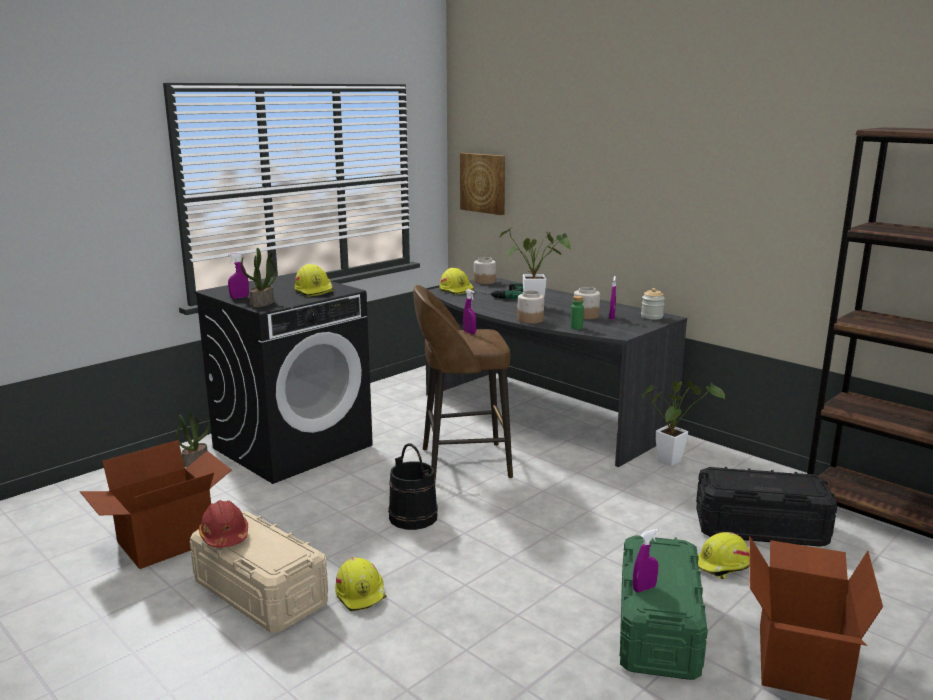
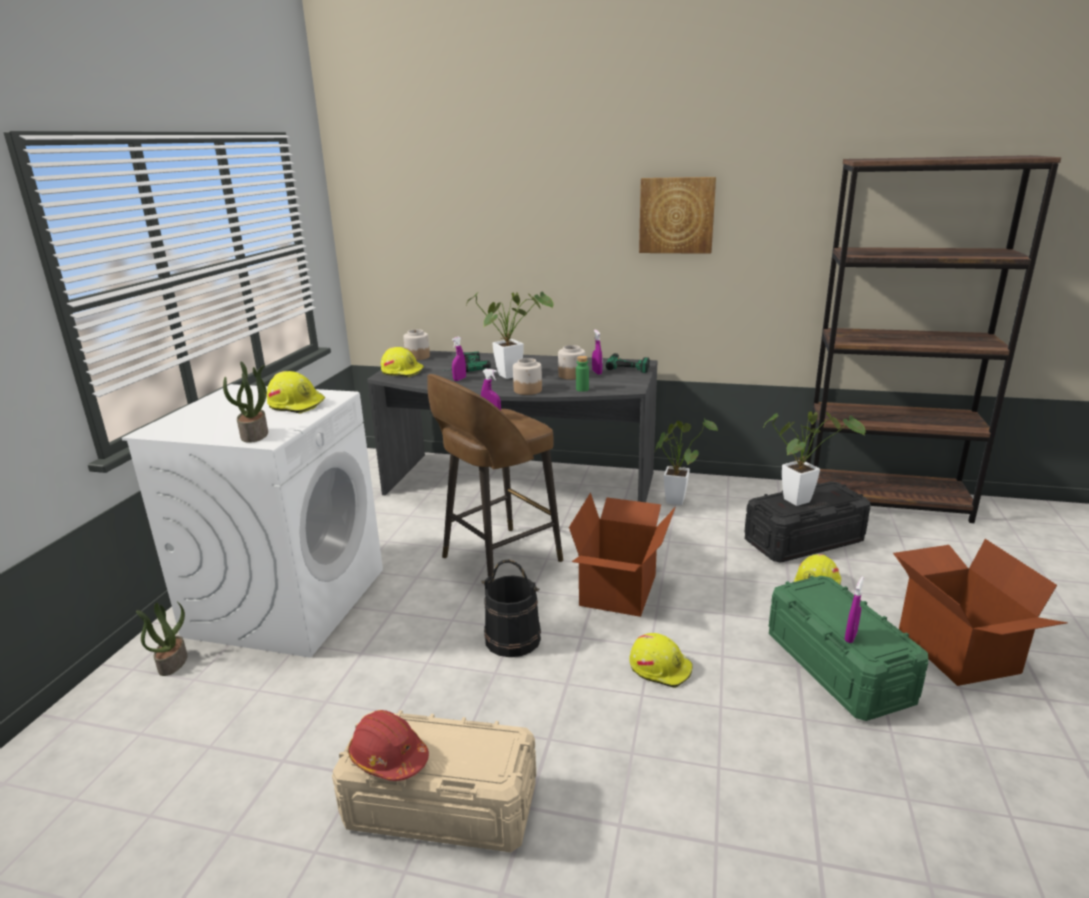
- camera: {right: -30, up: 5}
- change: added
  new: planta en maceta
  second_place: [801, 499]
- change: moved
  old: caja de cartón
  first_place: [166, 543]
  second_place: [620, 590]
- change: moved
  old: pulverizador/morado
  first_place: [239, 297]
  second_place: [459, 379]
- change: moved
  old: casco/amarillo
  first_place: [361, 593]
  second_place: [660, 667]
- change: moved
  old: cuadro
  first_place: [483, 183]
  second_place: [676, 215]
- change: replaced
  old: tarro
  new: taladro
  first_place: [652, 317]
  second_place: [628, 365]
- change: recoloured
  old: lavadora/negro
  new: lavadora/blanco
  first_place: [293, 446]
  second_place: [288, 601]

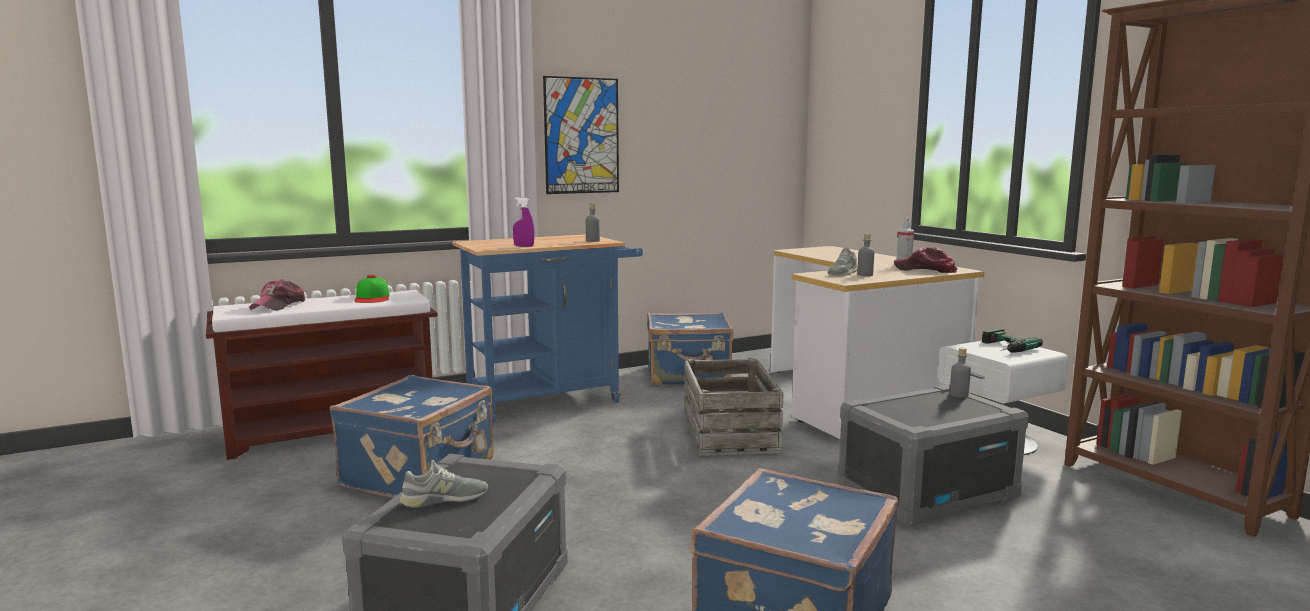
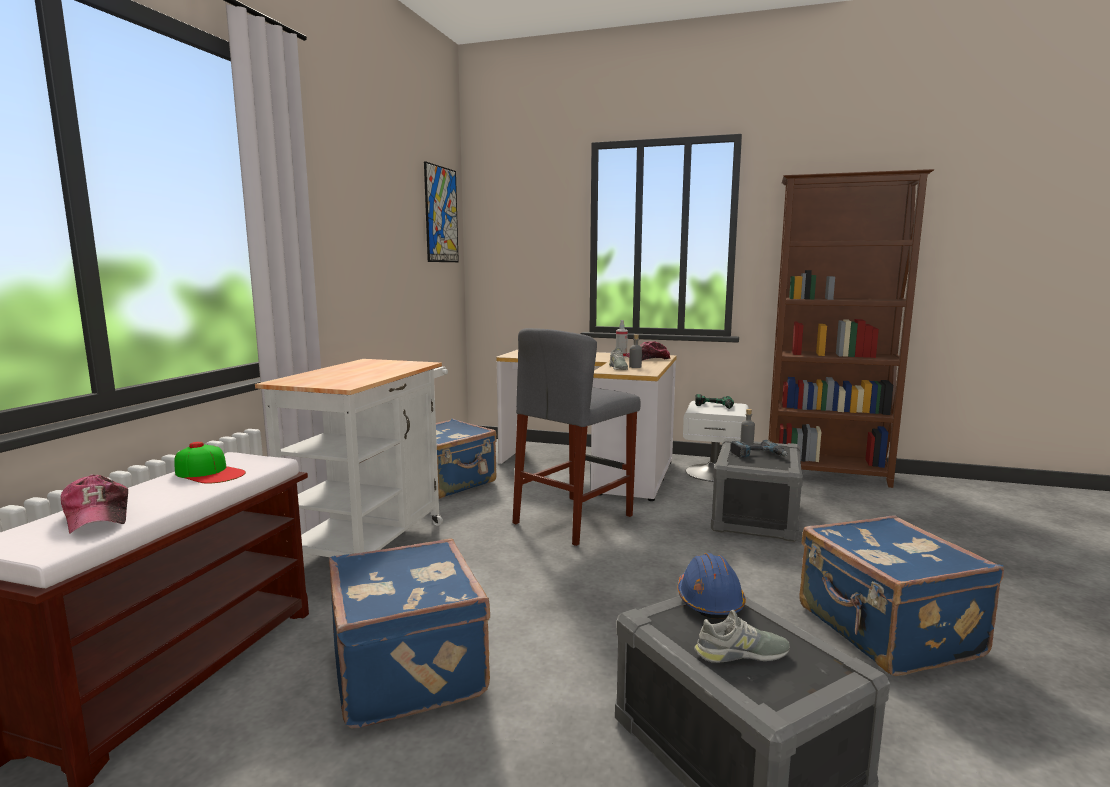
- camera: {right: -45, up: 0}
- change: removed
  old: pulverizador/morado
  first_place: [524, 246]
- change: removed
  old: botella/gris
  first_place: [593, 241]
- change: added
  new: casco/azul
  second_place: [709, 601]
- change: added
  new: taladro
  second_place: [758, 455]
- change: moved
  old: cuadro
  first_place: [581, 136]
  second_place: [441, 215]
- change: replaced
  old: caja de embalaje
  new: taburete/gris
  first_place: [728, 432]
  second_place: [574, 519]
- change: recoloured
  old: carrito/azul
  new: carrito/blanco
  first_place: [552, 399]
  second_place: [374, 541]
- change: turned
  old: zapato/gris
  first_place: [444, 499]
  second_place: [741, 653]
  degrees: 60

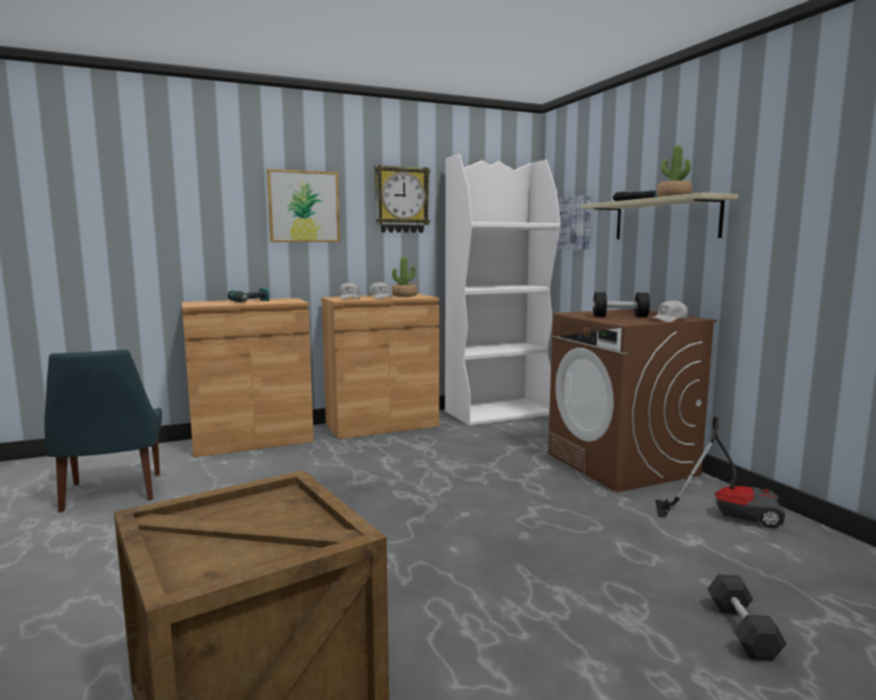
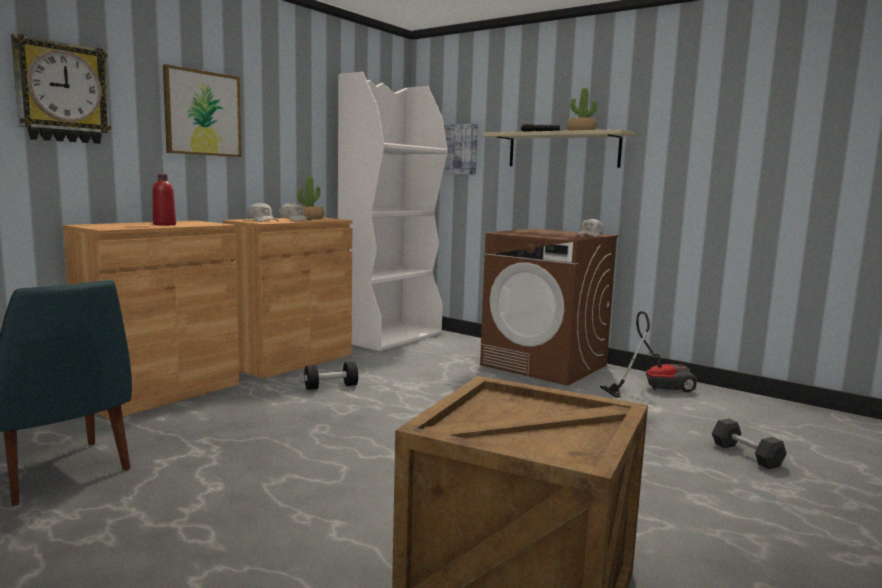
- camera: {right: -30, up: 0}
- change: moved
  old: reloj de pared
  first_place: [401, 200]
  second_place: [61, 93]
- change: moved
  old: mancuerna/negro
  first_place: [620, 317]
  second_place: [331, 387]
- change: replaced
  old: taladro
  new: botella/rojo
  first_place: [251, 302]
  second_place: [164, 224]

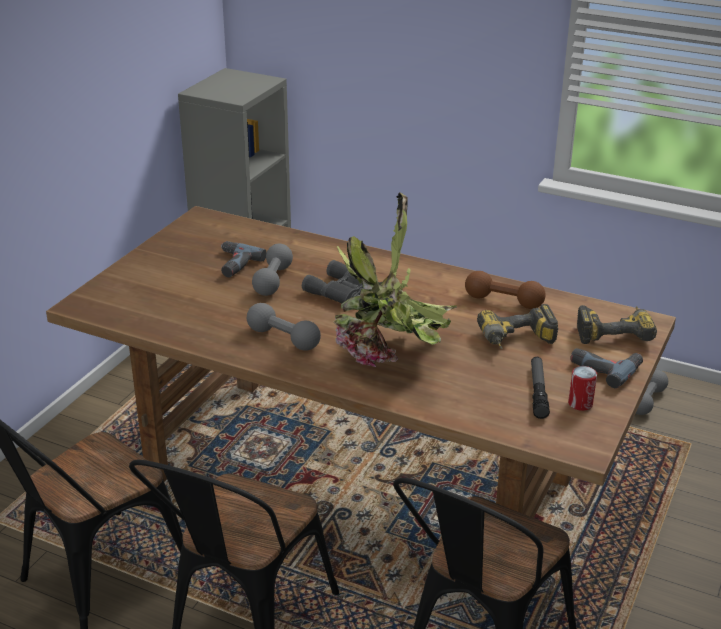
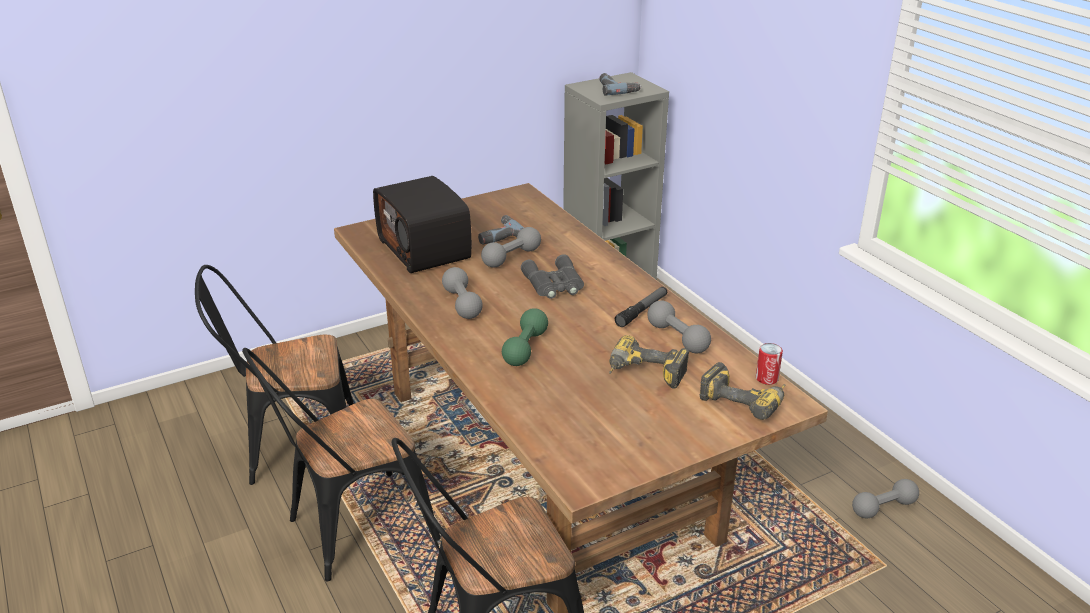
- camera: {right: 35, up: 0}
- change: added
  new: radio
  second_place: [426, 249]
- change: moved
  old: linterna
  first_place: [538, 392]
  second_place: [642, 311]
- change: moved
  old: lata
  first_place: [580, 404]
  second_place: [766, 378]
- change: moved
  old: taladro
  first_place: [605, 367]
  second_place: [617, 88]
- change: replaced
  old: planta en maceta
  new: mancuerna/verde
  first_place: [393, 357]
  second_place: [525, 348]
- change: recoloured
  old: mancuerna/marrón
  new: mancuerna/gris
  first_place: [503, 301]
  second_place: [677, 338]

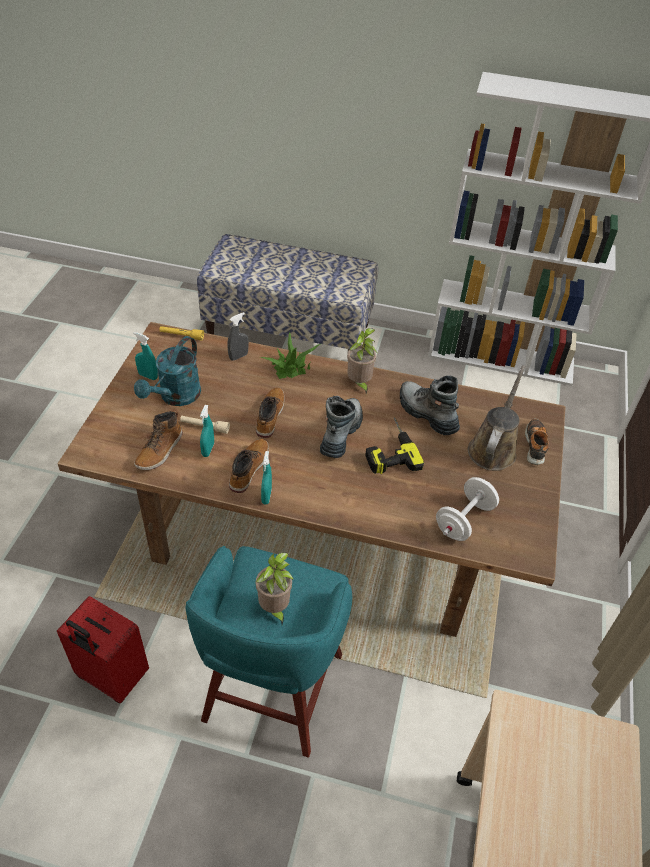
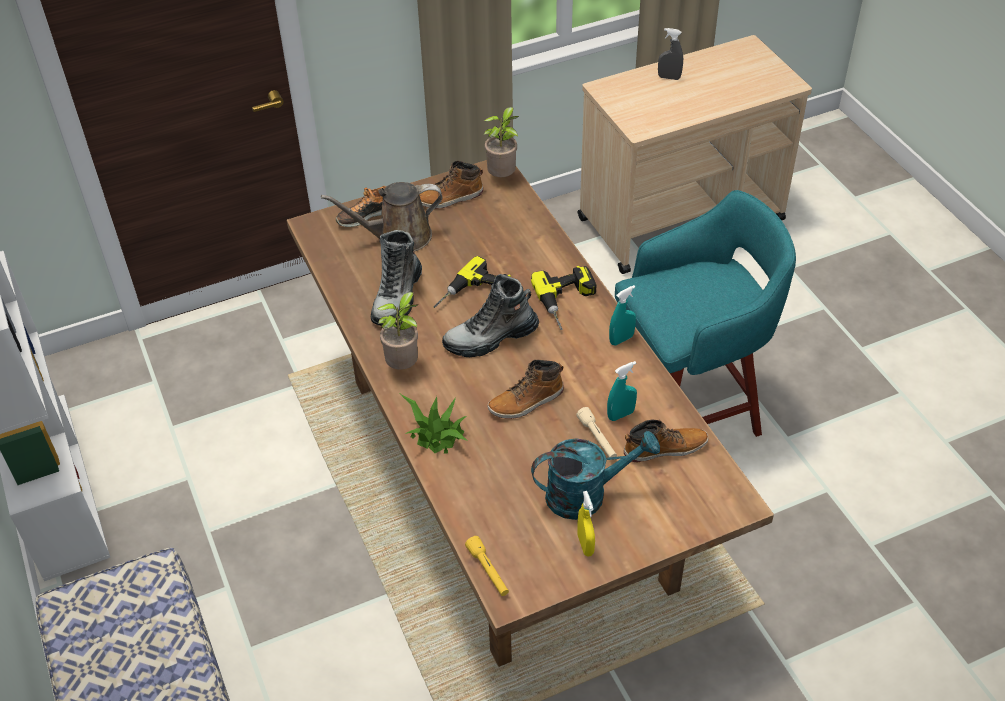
- camera: {right: -125, up: 0}
- change: removed
  old: maleta/rojo
  first_place: [111, 677]
- change: removed
  old: mancuerna/blanco
  first_place: [464, 520]
- change: added
  new: taladro
  second_place: [569, 302]
- change: moved
  old: pulverizador/gris
  first_place: [238, 356]
  second_place: [669, 77]
- change: moved
  old: bota
  first_place: [248, 469]
  second_place: [449, 198]
- change: moved
  old: planta en maceta
  first_place: [274, 608]
  second_place: [503, 177]
- change: recoloured
  old: pulverizador/turquesa
  new: pulverizador/amarillo
  first_place: [148, 376]
  second_place: [585, 545]

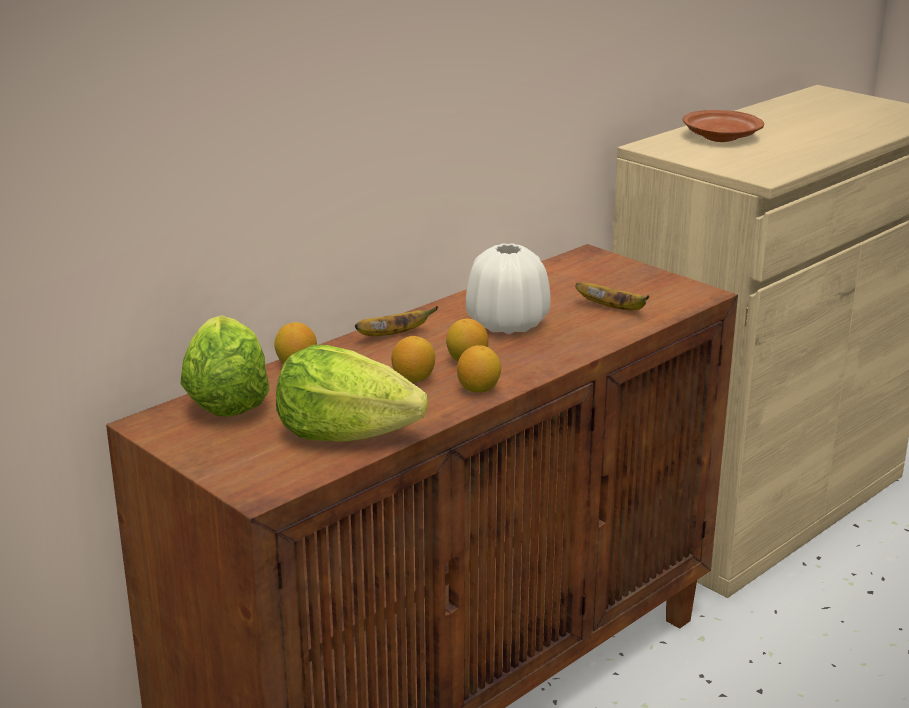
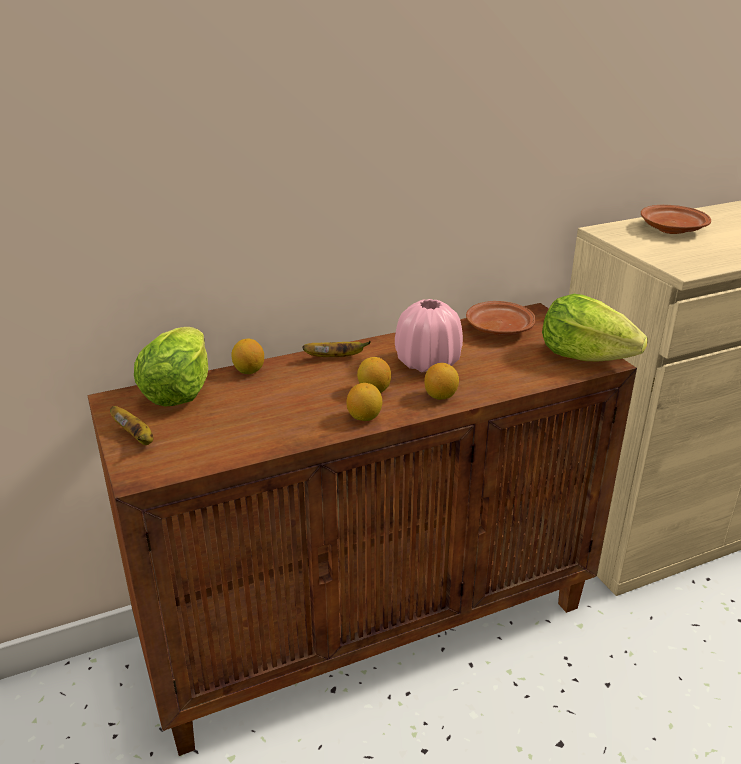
- camera: {right: 20, up: 5}
- change: added
  new: plato/marrón
  second_place: [498, 329]
- change: moved
  old: lechuga
  first_place: [345, 434]
  second_place: [584, 356]
- change: moved
  old: limón
  first_place: [413, 379]
  second_place: [440, 396]
- change: moved
  old: plátano
  first_place: [613, 309]
  second_place: [136, 437]
- change: recoloured
  old: florero/blanco
  new: florero/rosa
  first_place: [506, 324]
  second_place: [427, 363]

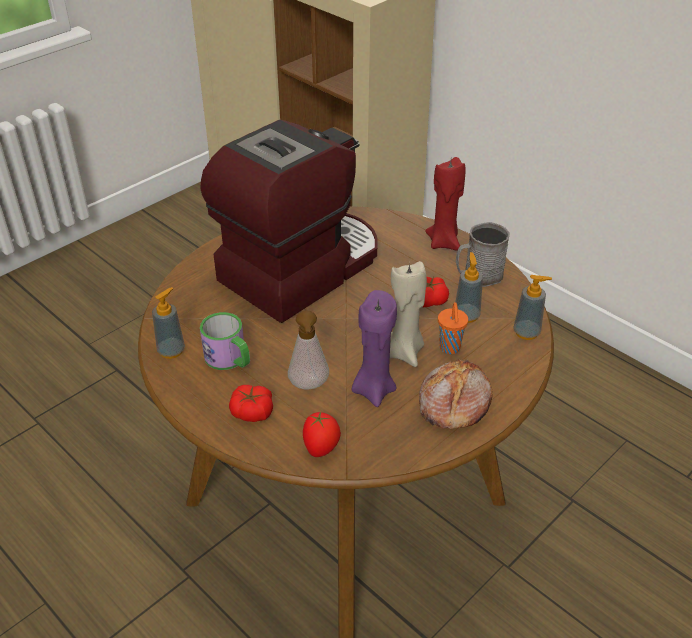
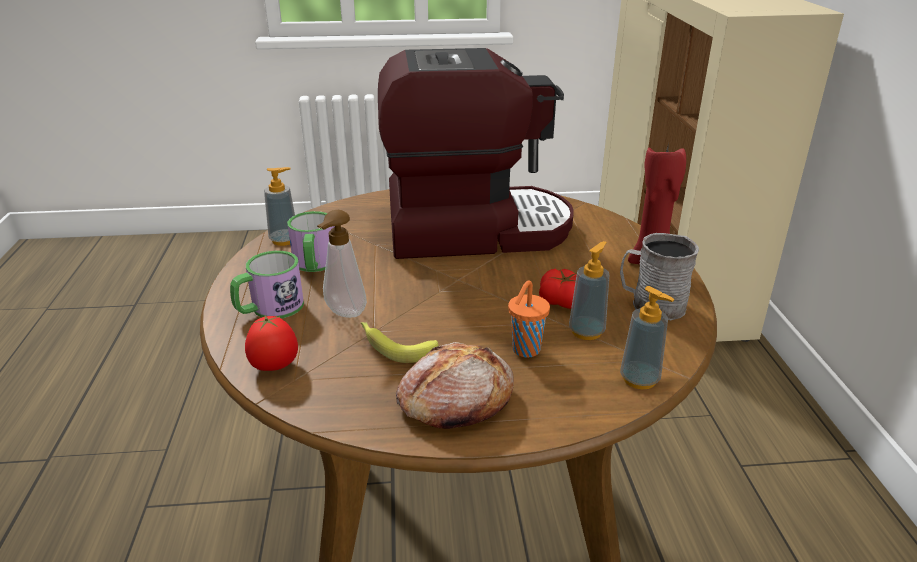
- camera: {right: 40, up: -10}
- change: removed
  old: vela/beis
  first_place: [405, 352]
- change: replaced
  old: tomate
  new: taza grande
  first_place: [252, 412]
  second_place: [269, 309]
- change: replaced
  old: vela/morado
  new: plátano
  first_place: [373, 390]
  second_place: [394, 346]

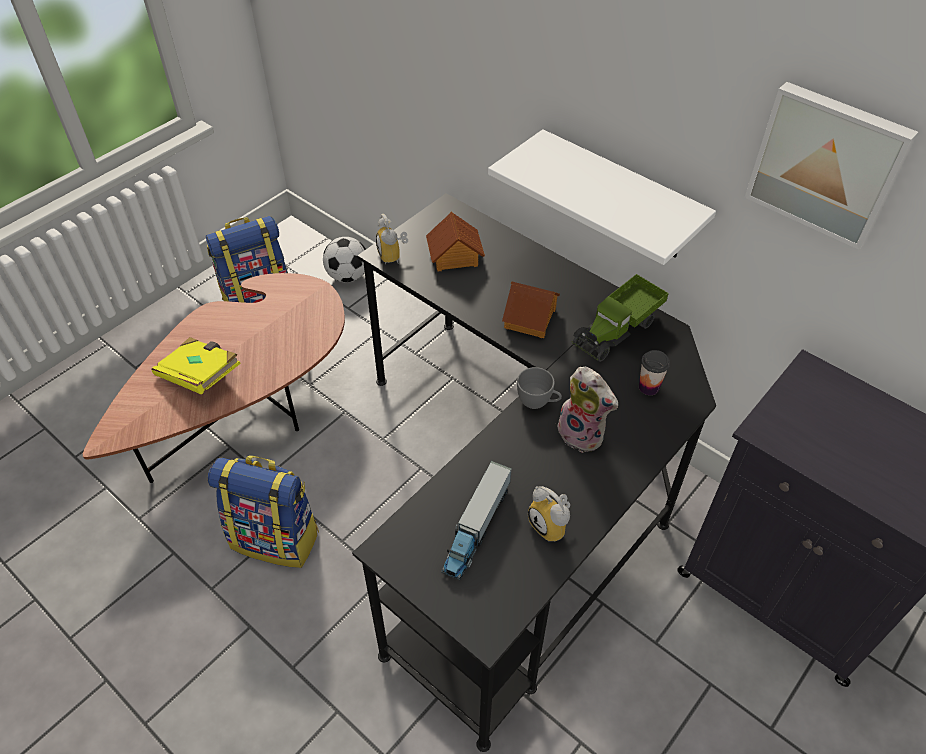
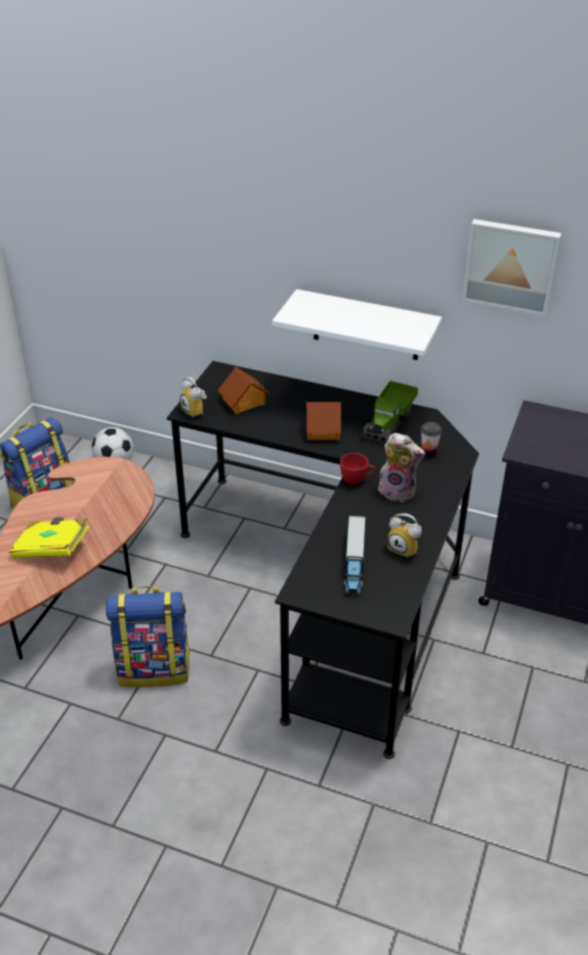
- camera: {right: -20, up: -10}
- change: recoloured
  old: taza/gris
  new: taza/rojo
  first_place: [538, 402]
  second_place: [357, 480]

